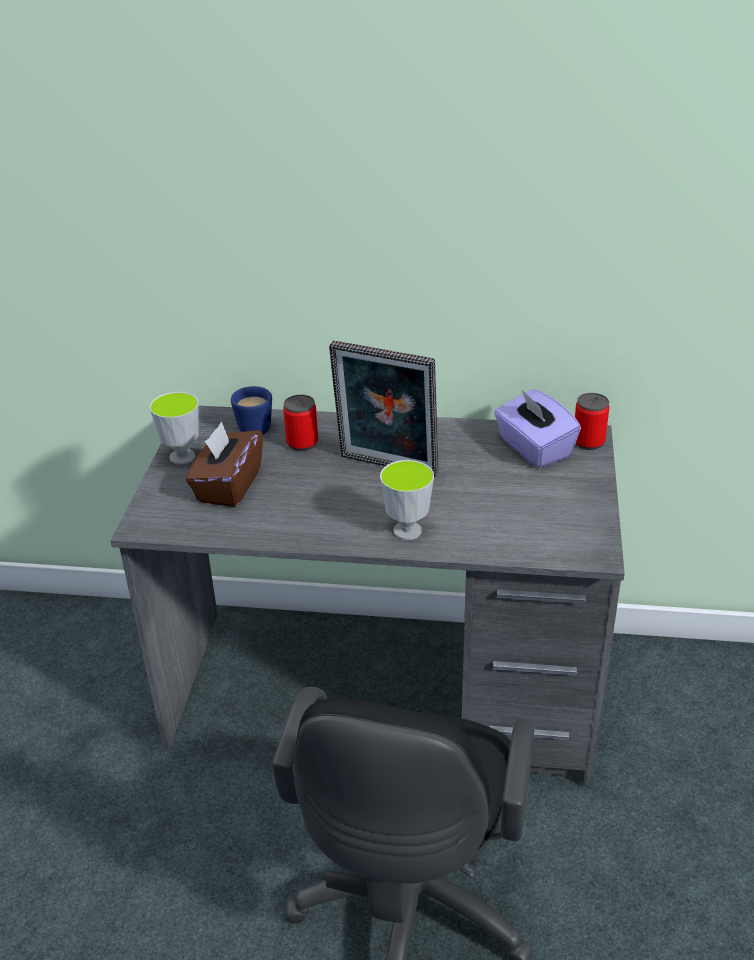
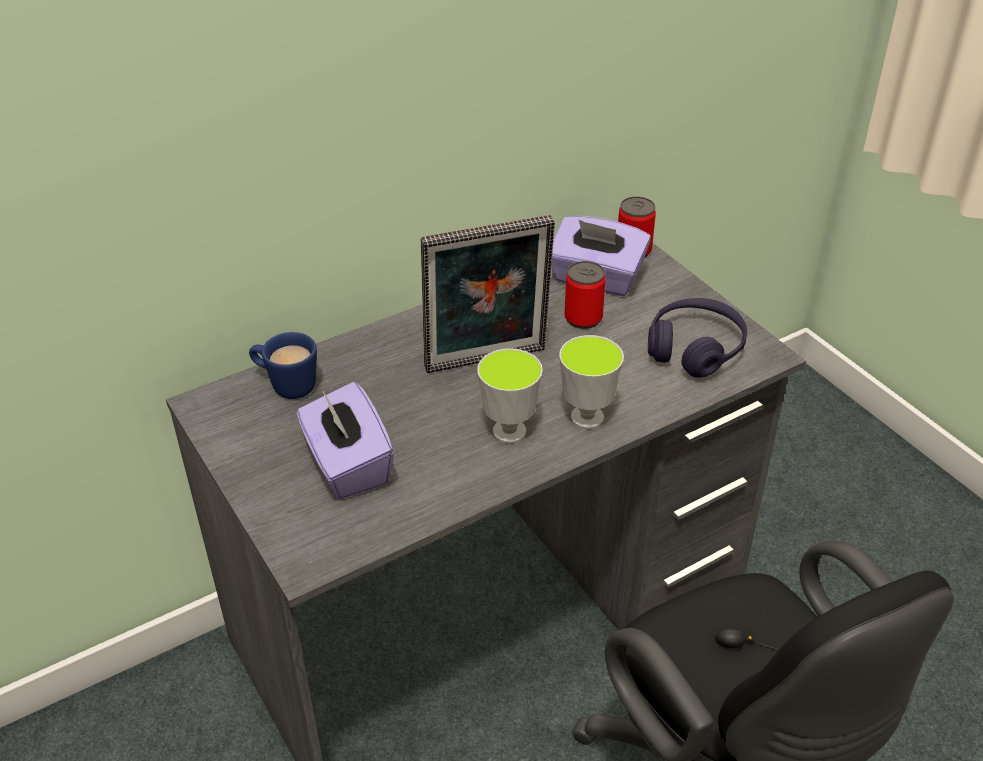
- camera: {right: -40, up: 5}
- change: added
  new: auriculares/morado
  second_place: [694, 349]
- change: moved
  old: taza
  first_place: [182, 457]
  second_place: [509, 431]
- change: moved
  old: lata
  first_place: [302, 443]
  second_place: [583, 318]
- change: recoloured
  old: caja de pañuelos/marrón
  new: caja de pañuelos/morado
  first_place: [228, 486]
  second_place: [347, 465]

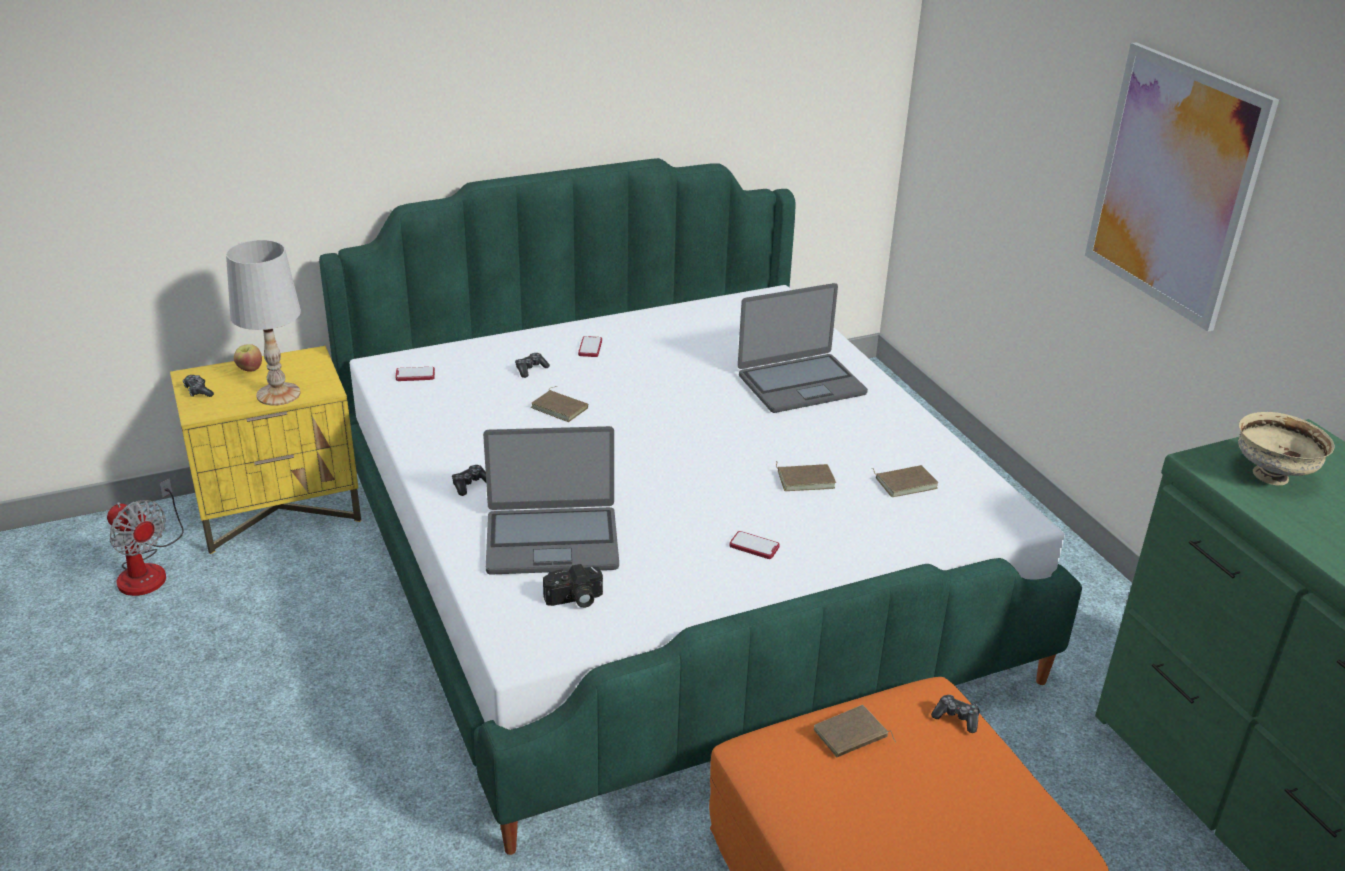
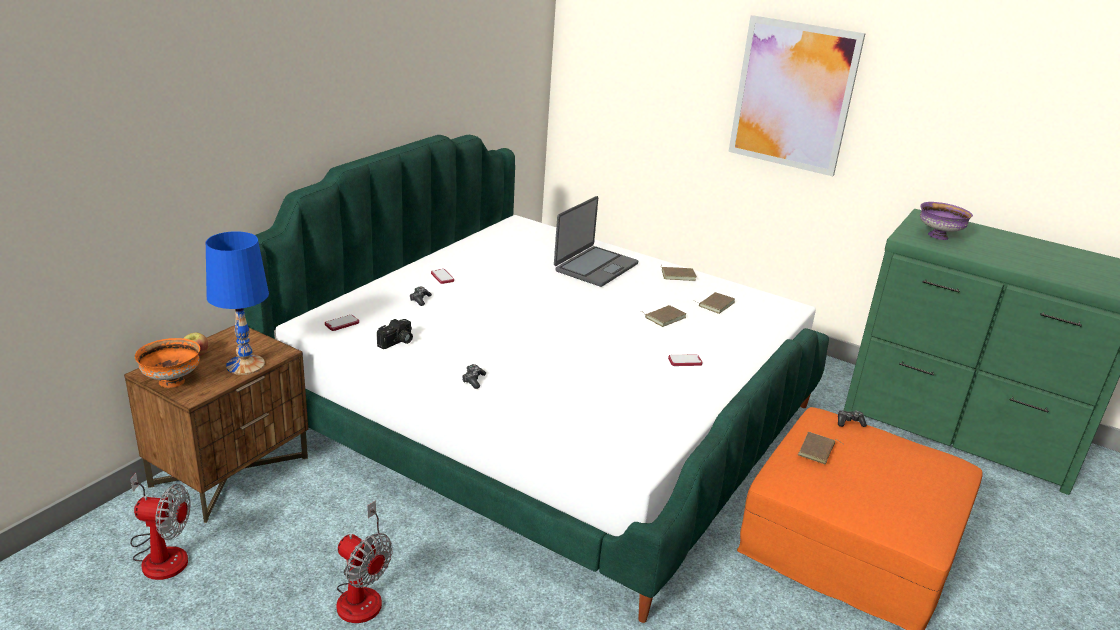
- camera: {right: -35, up: -5}
- change: removed
  old: portátil
  first_place: [552, 541]
- change: added
  new: ventilador
  second_place: [362, 593]
- change: moved
  old: libro/marrón
  first_place: [561, 408]
  second_place: [678, 275]
- change: moved
  old: cámara
  first_place: [574, 600]
  second_place: [397, 342]
- change: replaced
  old: mando de consola
  new: cuenco/naranja
  first_place: [198, 391]
  second_place: [171, 381]
- change: recoloured
  old: mesita de noche/amarillo
  new: mesita de noche/marrón
  first_place: [279, 509]
  second_place: [231, 471]
- change: recoloured
  old: lámpara de mesa/blanco
  new: lámpara de mesa/azul
  first_place: [278, 394]
  second_place: [245, 364]
- change: recoloured
  old: cuenco/beis
  new: cuenco/morado
  first_place: [1272, 475]
  second_place: [938, 236]

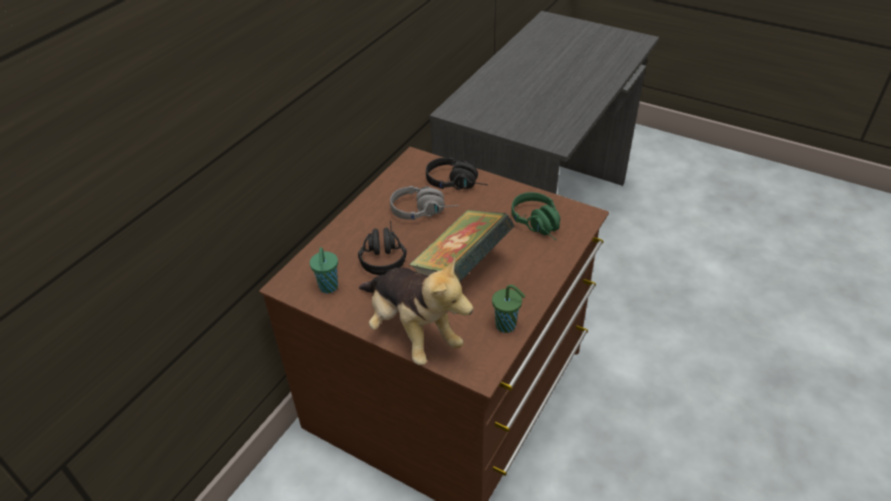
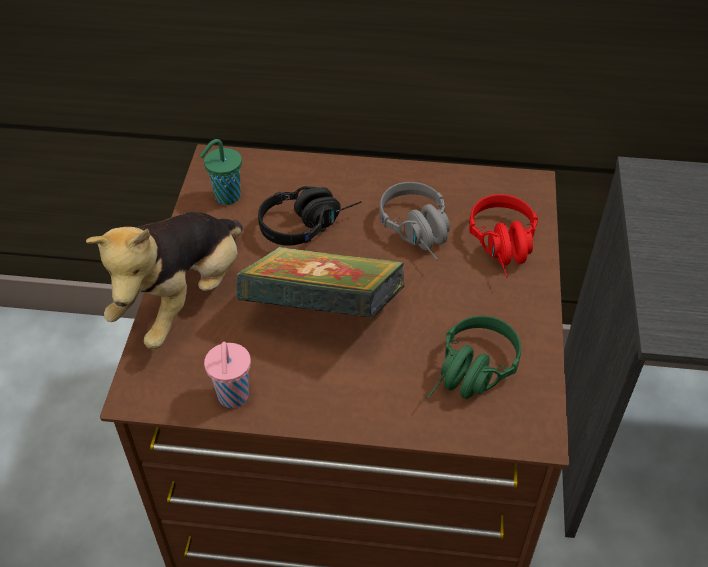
- camera: {right: 65, up: 5}
- change: recoloured
  old: auriculares/negro
  new: auriculares/rojo
  first_place: [458, 183]
  second_place: [505, 249]
- change: recoloured
  old: taza/verde
  new: taza/rosa
  first_place: [507, 326]
  second_place: [233, 397]

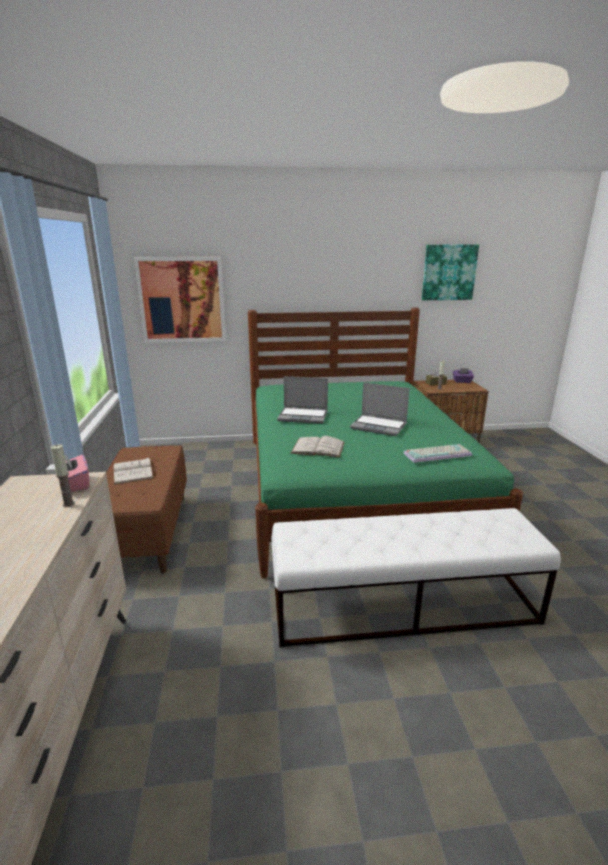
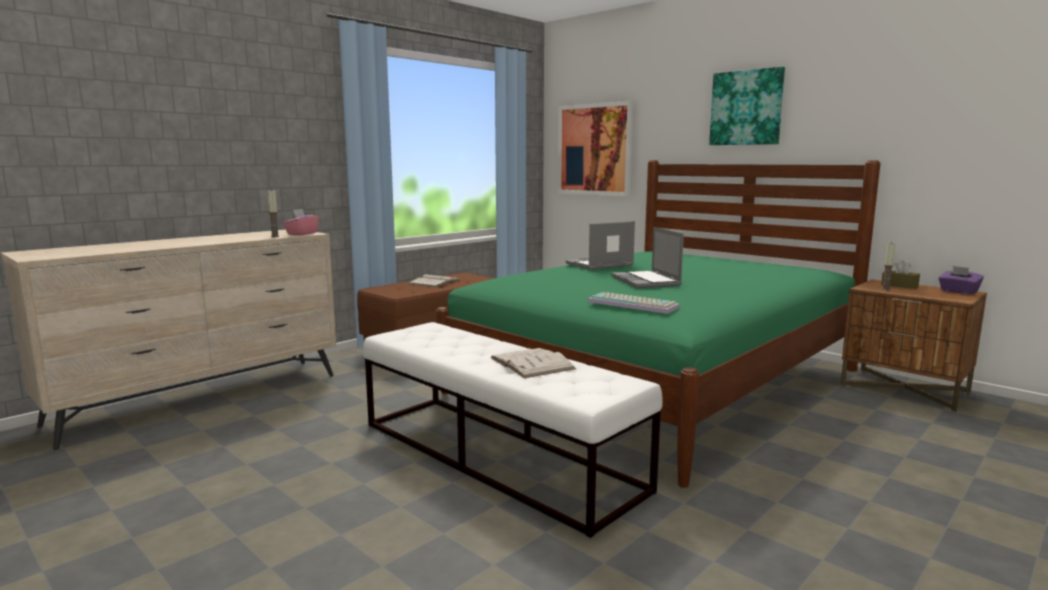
- camera: {right: 50, up: -10}
- change: moved
  old: libro/blanco
  first_place: [318, 447]
  second_place: [531, 363]
- change: moved
  old: cuadro
  first_place: [449, 272]
  second_place: [746, 108]
- change: turned
  old: portátil
  first_place: [303, 416]
  second_place: [599, 265]
  degrees: 90

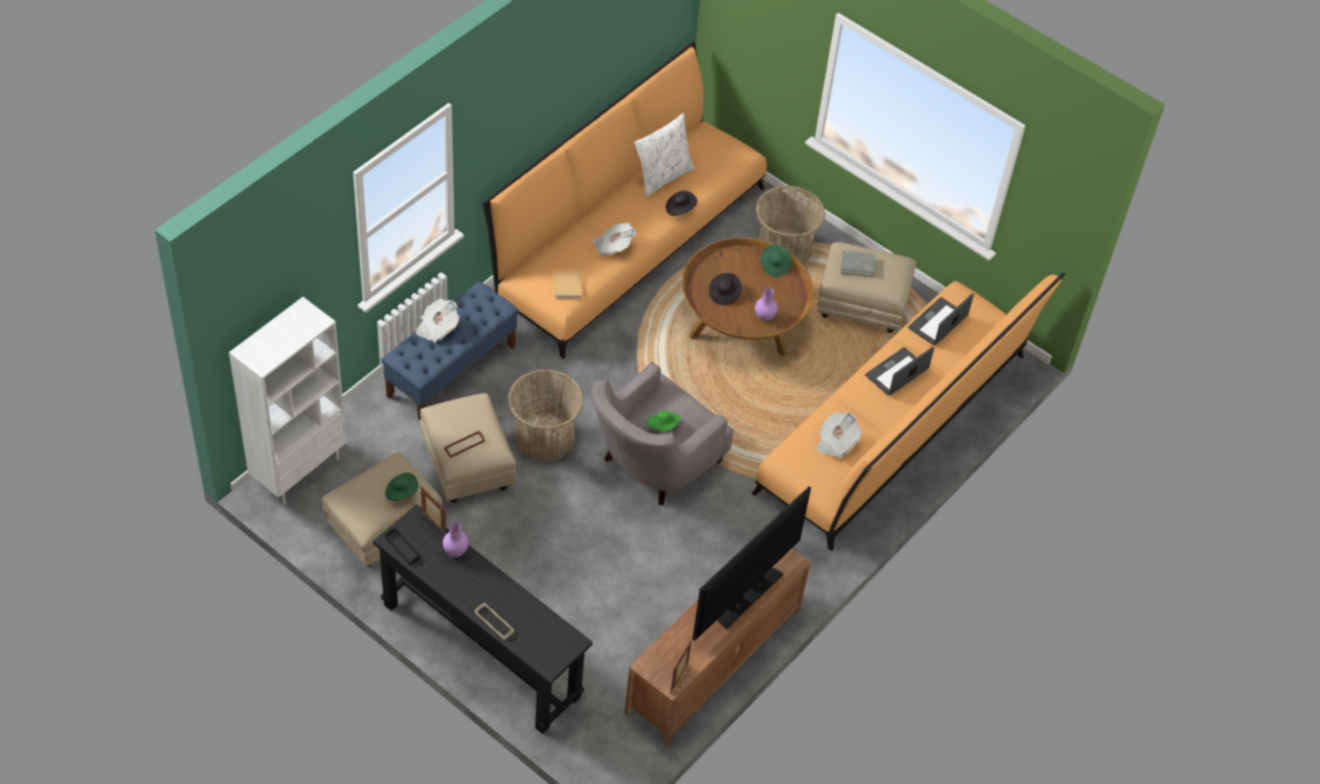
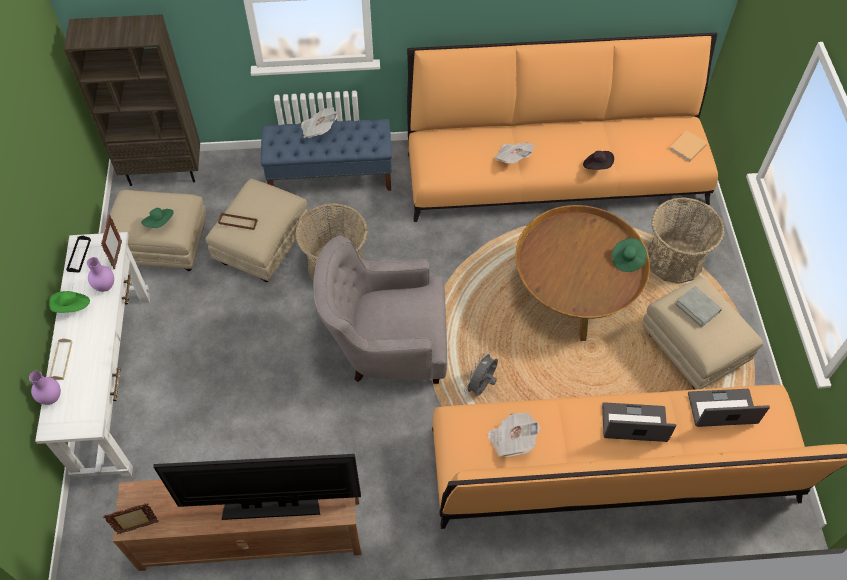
- camera: {right: 50, up: 5}
- change: removed
  old: cojín/blanco
  first_place: [662, 176]
- change: removed
  old: sombrero/negro
  first_place: [724, 294]
- change: added
  new: ventilador/gris
  second_place: [481, 386]
- change: moved
  old: libro/beis
  first_place: [567, 286]
  second_place: [686, 147]
- change: moved
  old: sombrero/verde
  first_place: [663, 426]
  second_place: [72, 307]
- change: moved
  old: florero/morado
  first_place: [764, 317]
  second_place: [51, 398]
- change: recoloured
  old: estantería/blanco
  new: estantería/marrón
  first_place: [299, 470]
  second_place: [164, 171]
- change: recoloured
  old: mesa consola/negro
  new: mesa consola/blanco
  first_place: [481, 650]
  second_place: [115, 381]

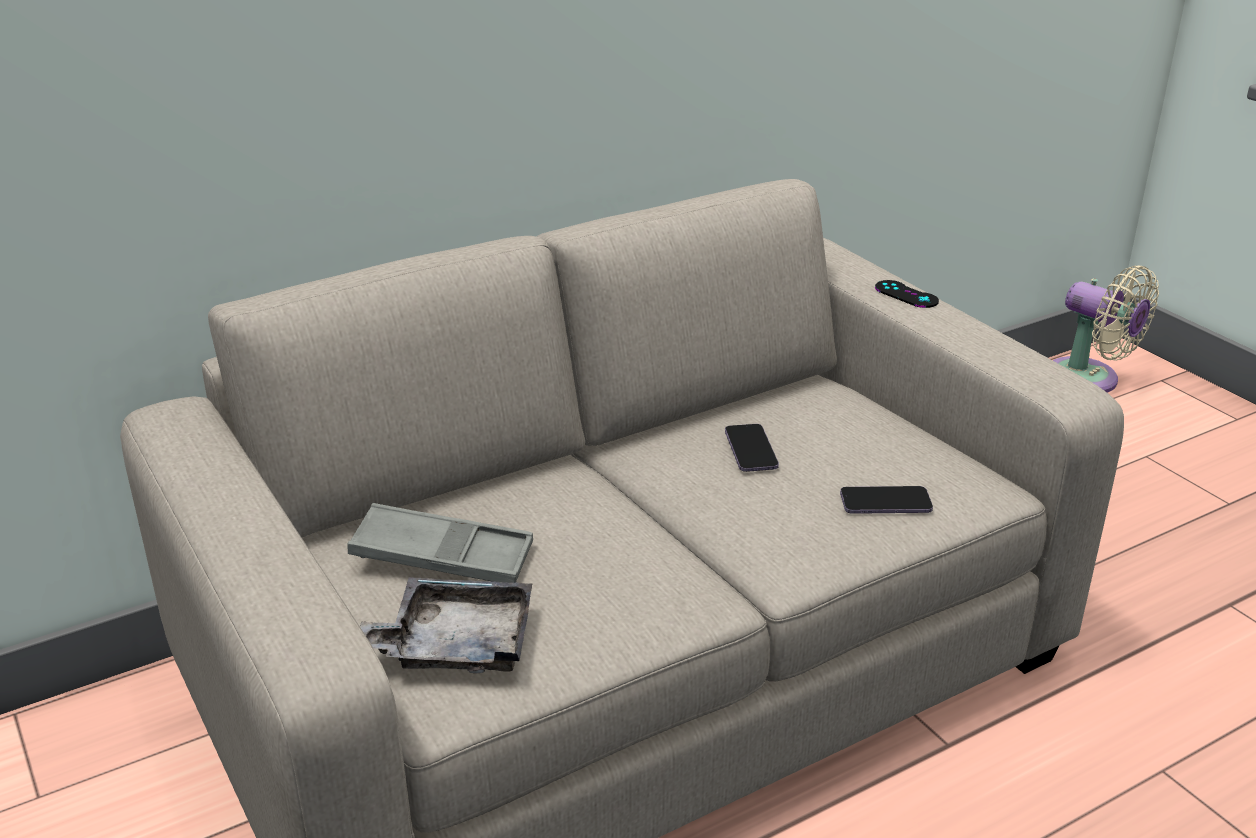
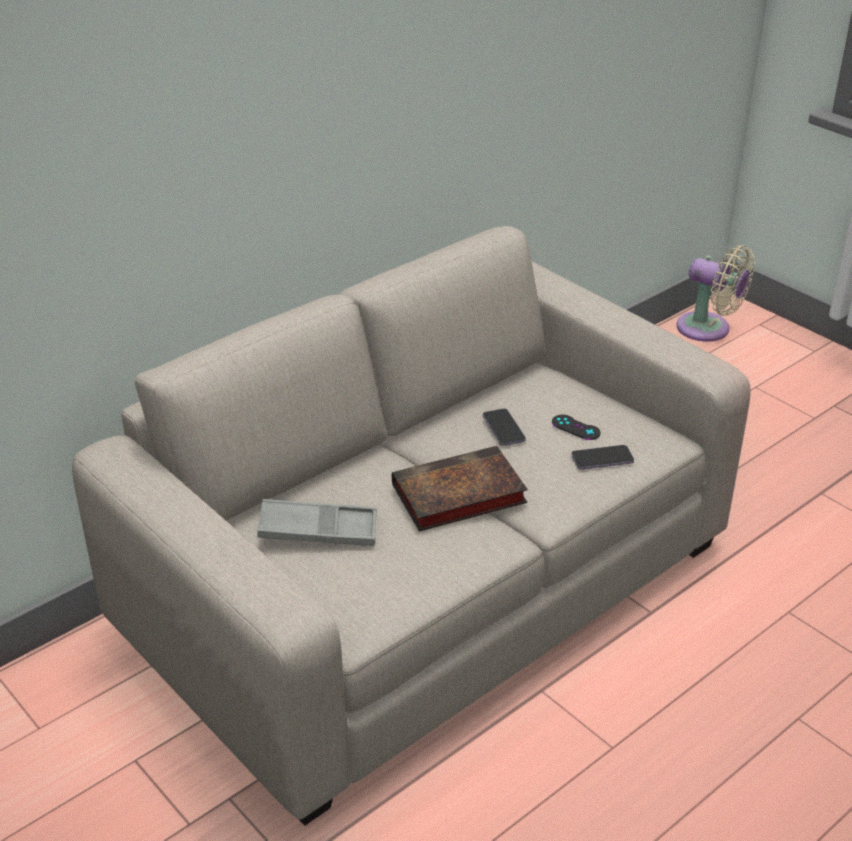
- camera: {right: -10, up: 5}
- change: removed
  old: bandeja/gris
  first_place: [455, 644]
- change: added
  new: libro
  second_place: [456, 496]
- change: moved
  old: mando de consola/negro
  first_place: [906, 294]
  second_place: [576, 427]

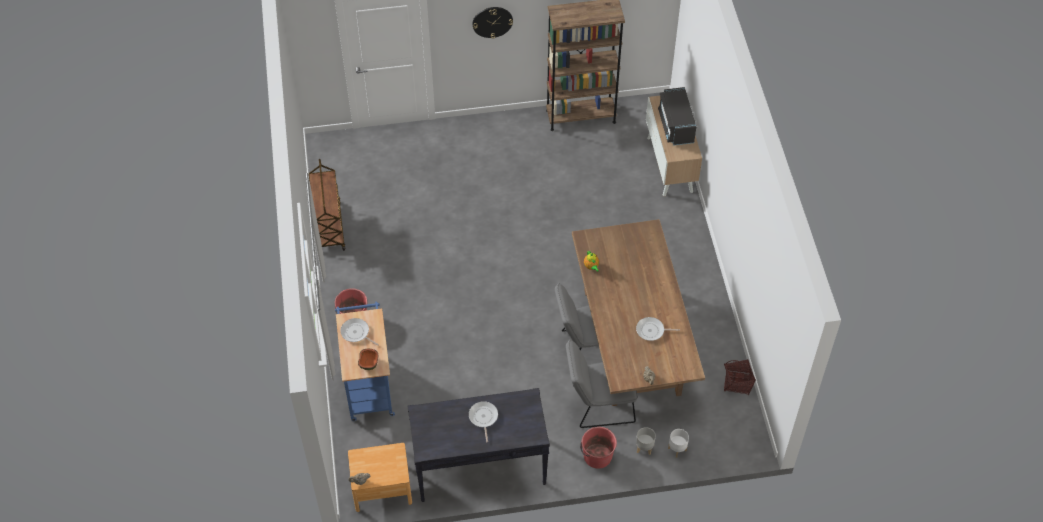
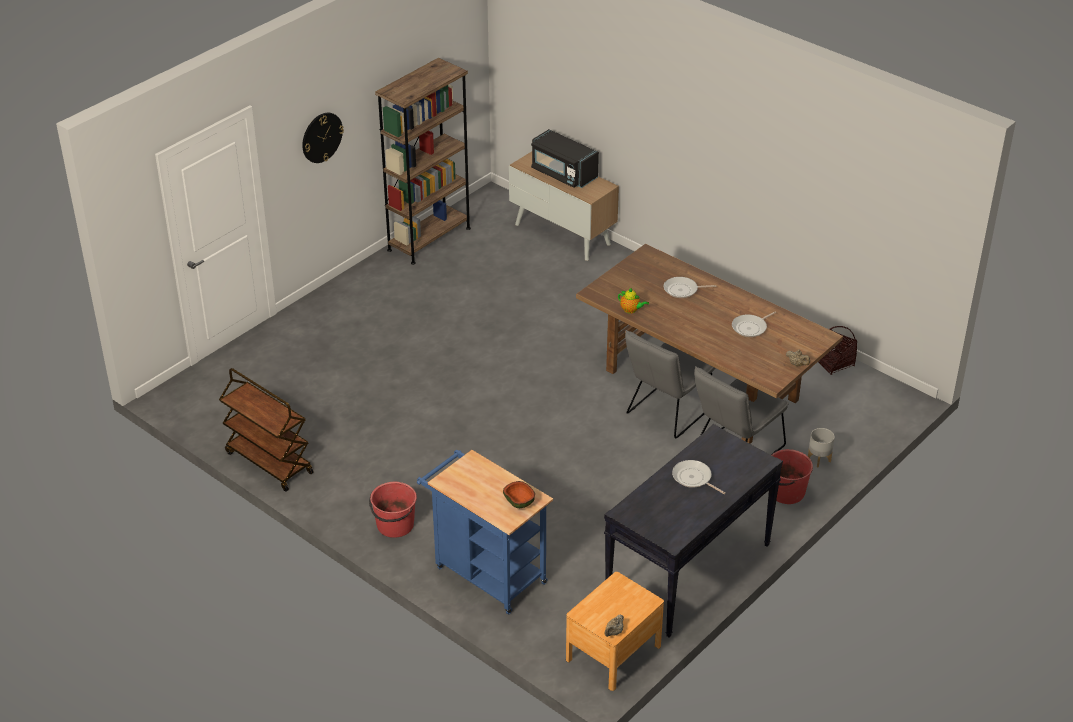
- camera: {right: -40, up: -15}
- change: removed
  old: maceta/blanco
  first_place: [677, 449]
- change: moved
  old: sartén
  first_place: [356, 333]
  second_place: [683, 290]

